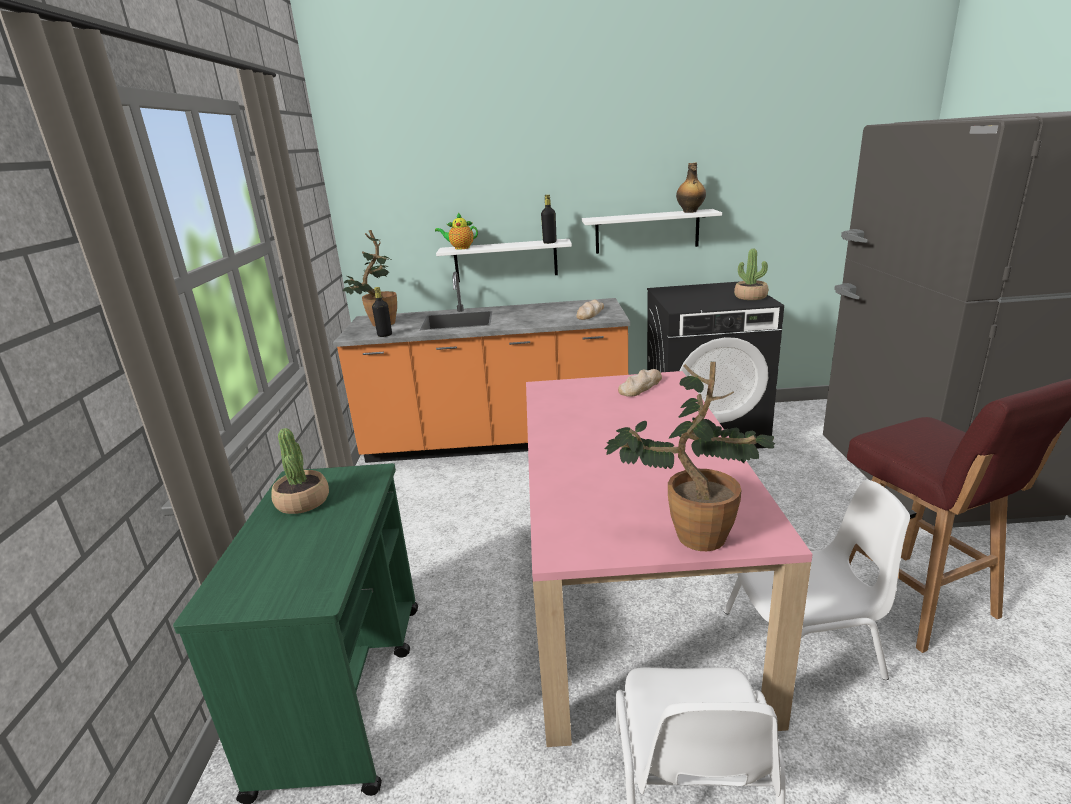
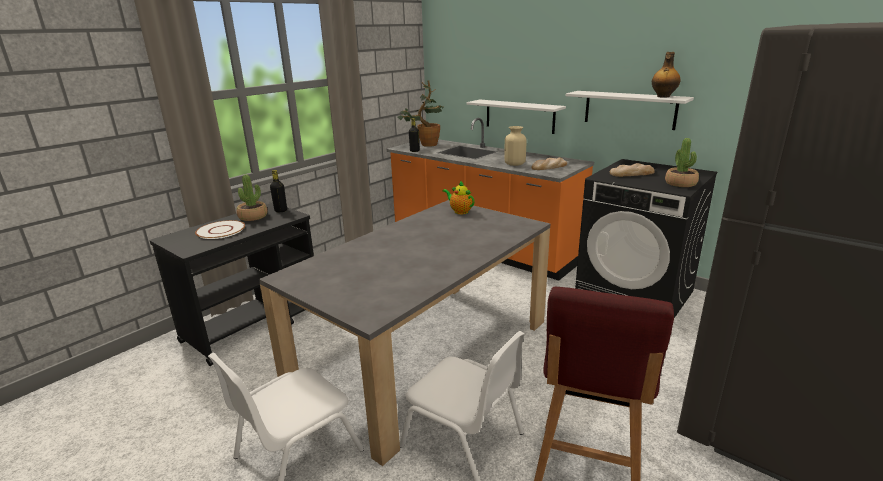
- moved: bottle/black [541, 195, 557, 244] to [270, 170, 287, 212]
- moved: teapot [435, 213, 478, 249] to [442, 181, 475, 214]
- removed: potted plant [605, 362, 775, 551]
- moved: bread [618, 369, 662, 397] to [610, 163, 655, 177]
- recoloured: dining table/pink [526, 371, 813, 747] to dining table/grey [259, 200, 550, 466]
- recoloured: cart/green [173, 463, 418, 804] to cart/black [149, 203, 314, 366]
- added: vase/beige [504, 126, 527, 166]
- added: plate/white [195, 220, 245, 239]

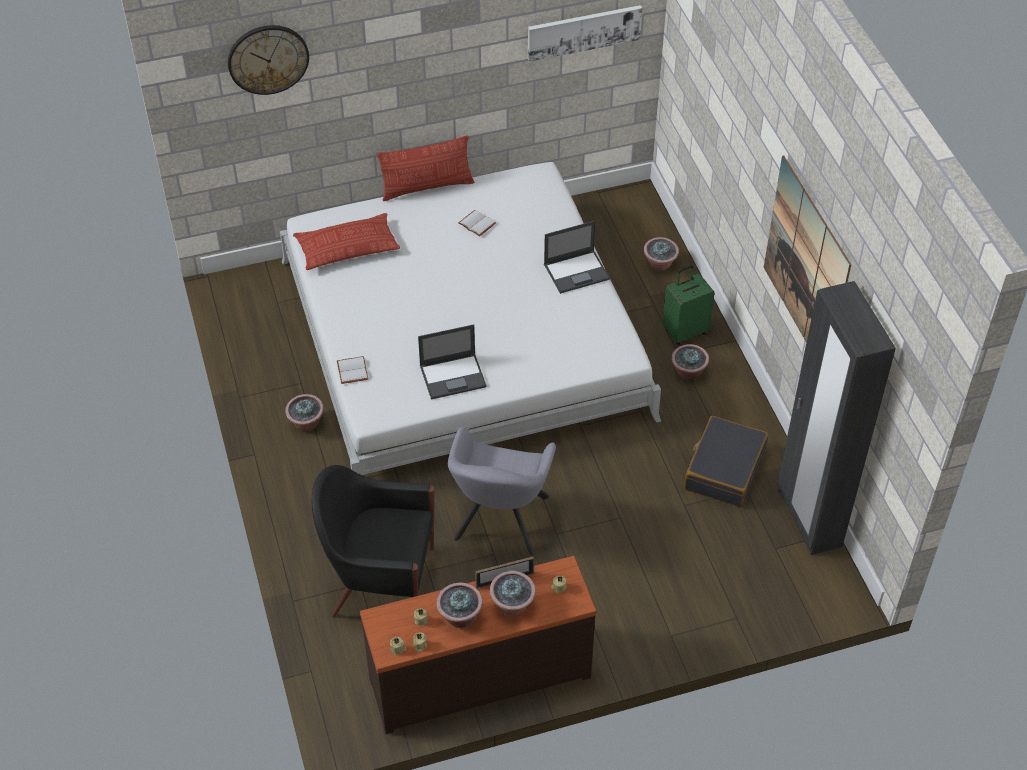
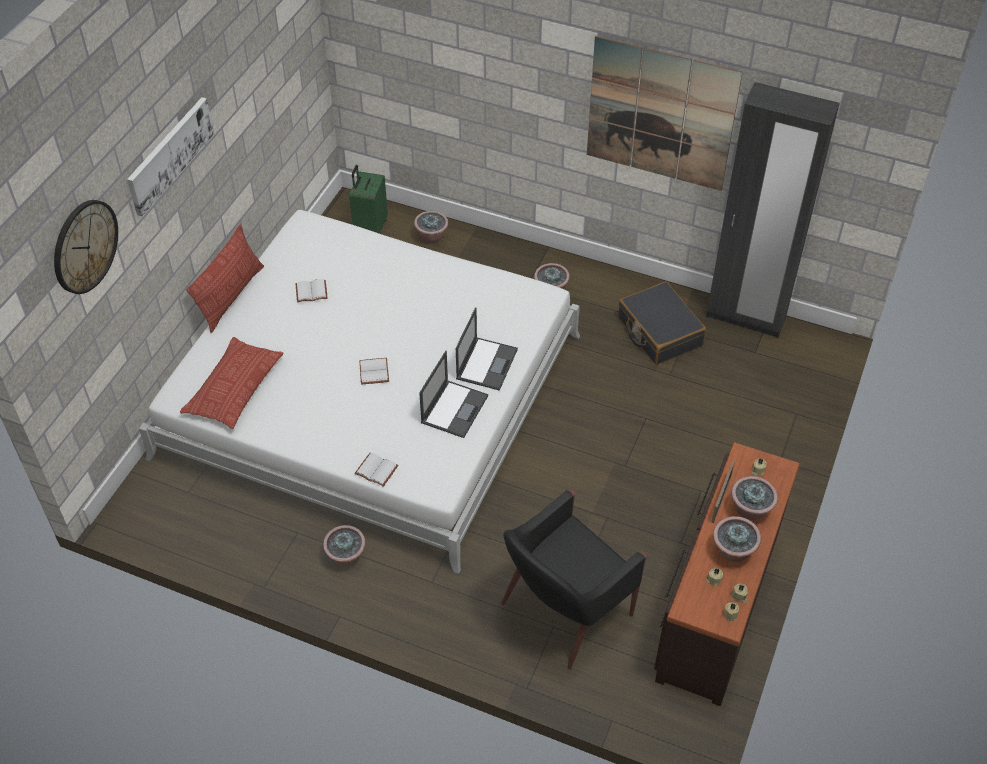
- moved: picture [528, 5, 642, 62] to [127, 97, 214, 216]
- moved: laptop [544, 221, 610, 294] to [456, 307, 518, 391]
- moved: suitcase/green [662, 265, 715, 345] to [349, 165, 388, 234]
- removed: armchair/grey [448, 427, 556, 555]
- added: book/white [359, 358, 389, 385]

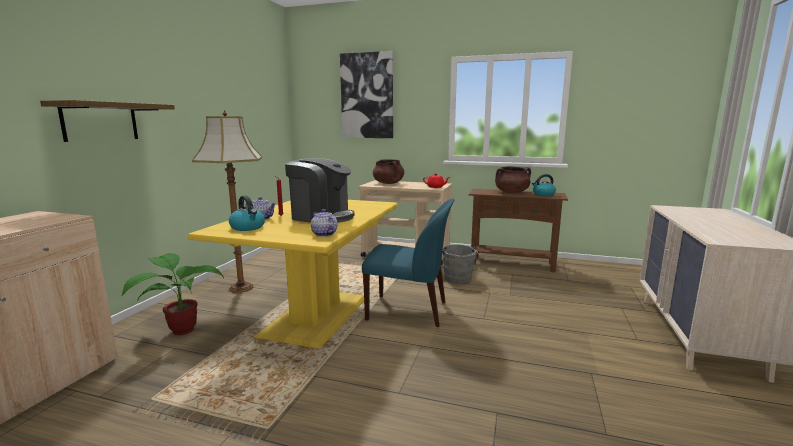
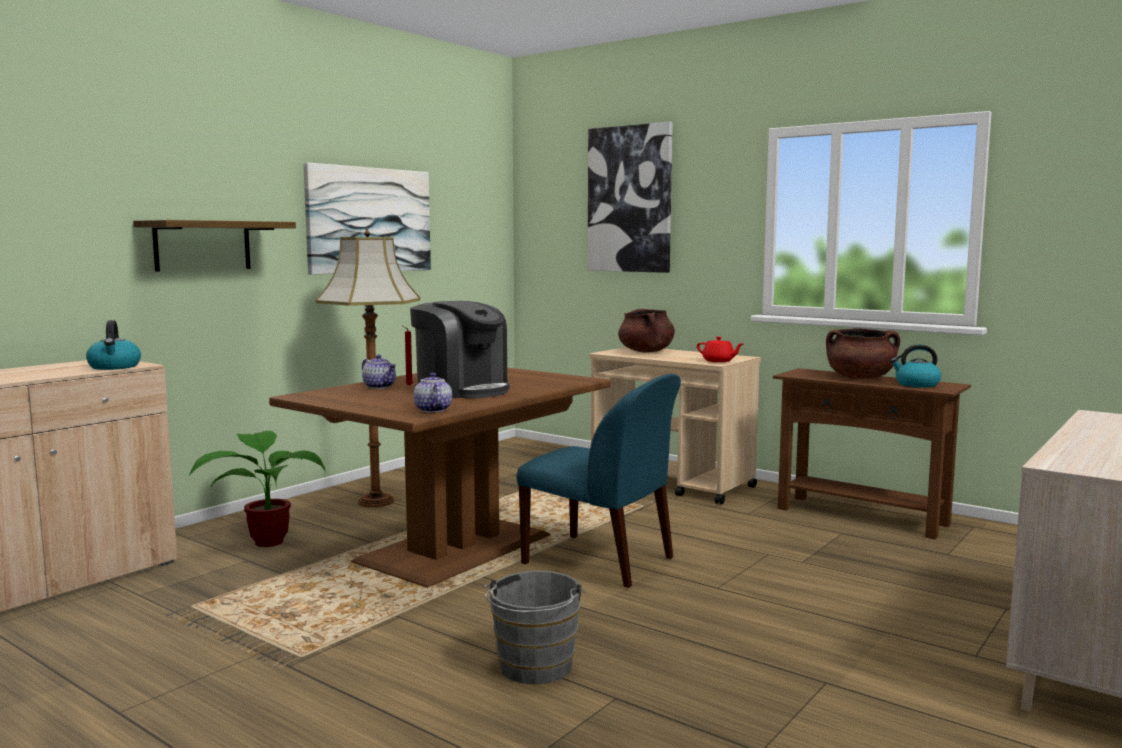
- moved: kettle [229, 195, 265, 231] to [86, 320, 141, 370]
- recoloured: dining table/yellow [188, 200, 398, 349] to dining table/brown [269, 368, 611, 588]
- moved: bucket/grey [442, 245, 478, 284] to [483, 571, 585, 685]
- added: picture [303, 162, 431, 275]

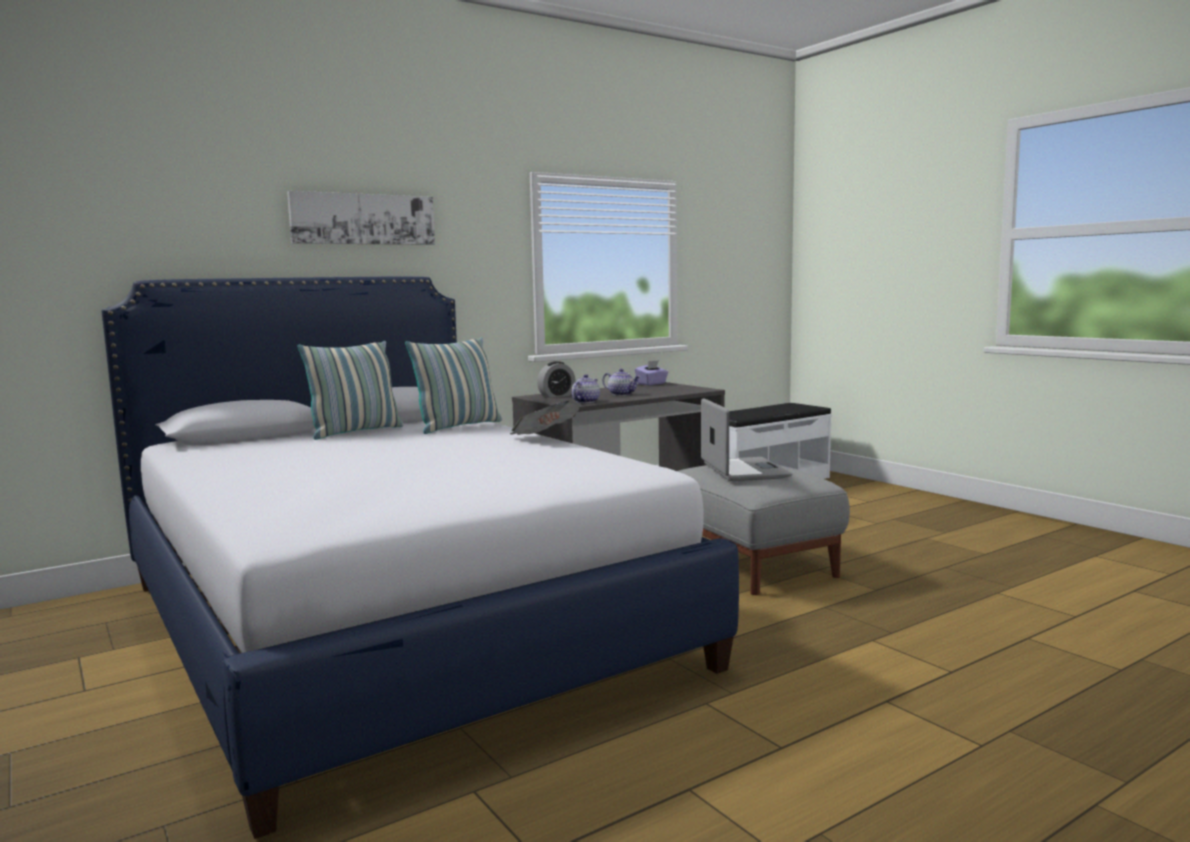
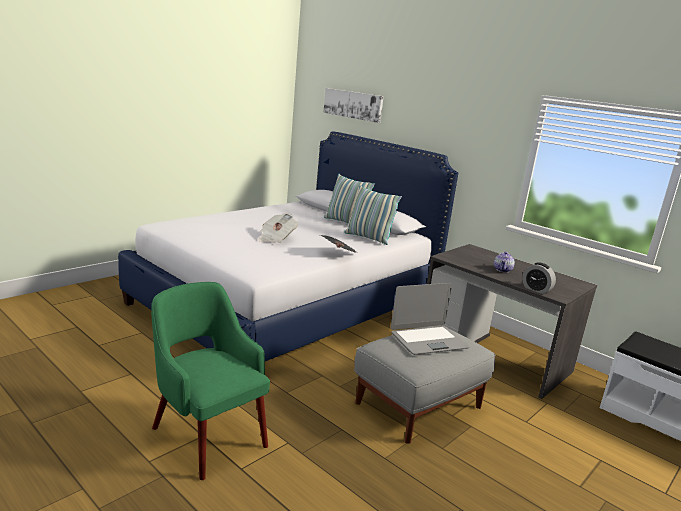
- moved: picture [287, 191, 435, 245] to [323, 88, 384, 123]
- removed: tissue box/purple [635, 360, 668, 385]
- moved: alarm clock [537, 361, 576, 398] to [522, 262, 556, 294]
- removed: teapot [572, 374, 600, 403]
- added: newspaper [258, 213, 298, 243]
- added: armchair/green [151, 282, 270, 480]

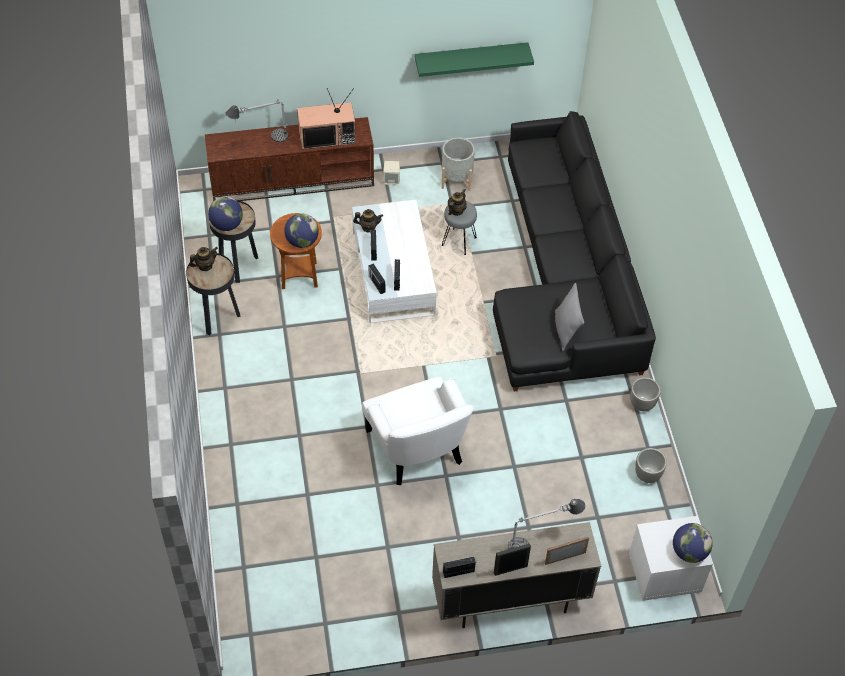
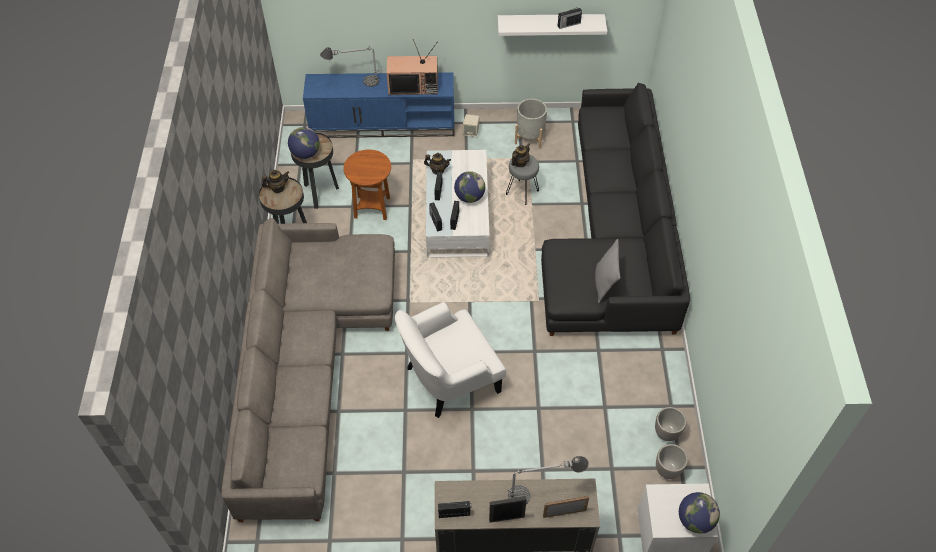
- recoloured: shelf/green [415, 42, 534, 77] to shelf/white [497, 14, 607, 36]
- recoloured: tv stand/brown [205, 117, 374, 201] to tv stand/blue [303, 72, 455, 138]
- moved: globe [284, 213, 319, 248] to [454, 171, 485, 203]
- turned: armchair/white [362, 376, 474, 485] = [395, 301, 506, 418] 75 degrees clockwise
- moved: planter [630, 377, 661, 411] to [656, 444, 688, 479]
- added: radio [558, 6, 582, 29]
- added: sofa/grey [221, 218, 395, 522]

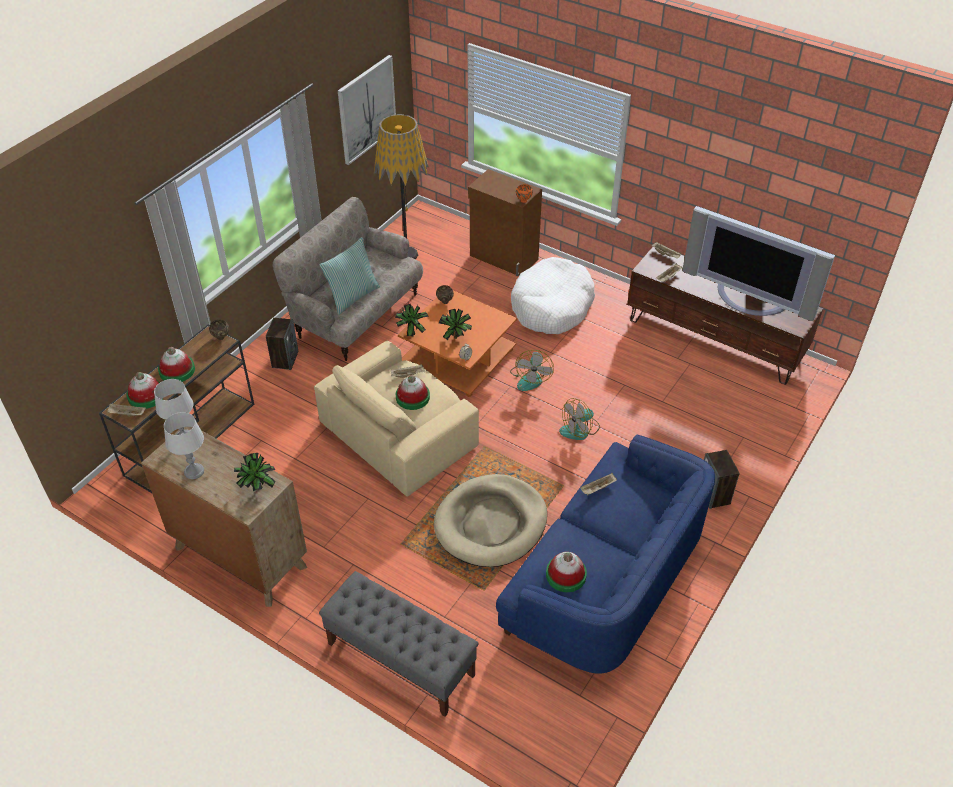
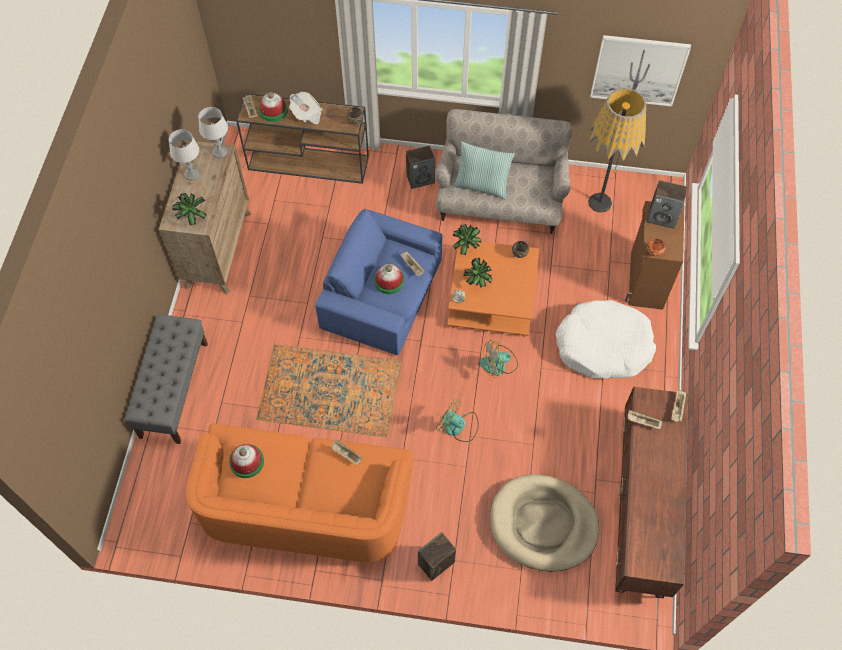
- removed: television [682, 206, 835, 321]
- recoloured: armchair/beige [314, 340, 479, 497] to armchair/blue [315, 209, 442, 355]
- replaced: hat [158, 347, 195, 382] to newspaper [289, 92, 323, 124]
- recoloured: sofa/blue [496, 435, 715, 674] to sofa/orange [186, 423, 413, 562]
- moved: dog bed/beige [434, 474, 547, 567] to [491, 474, 599, 572]
- added: speaker [647, 180, 687, 229]

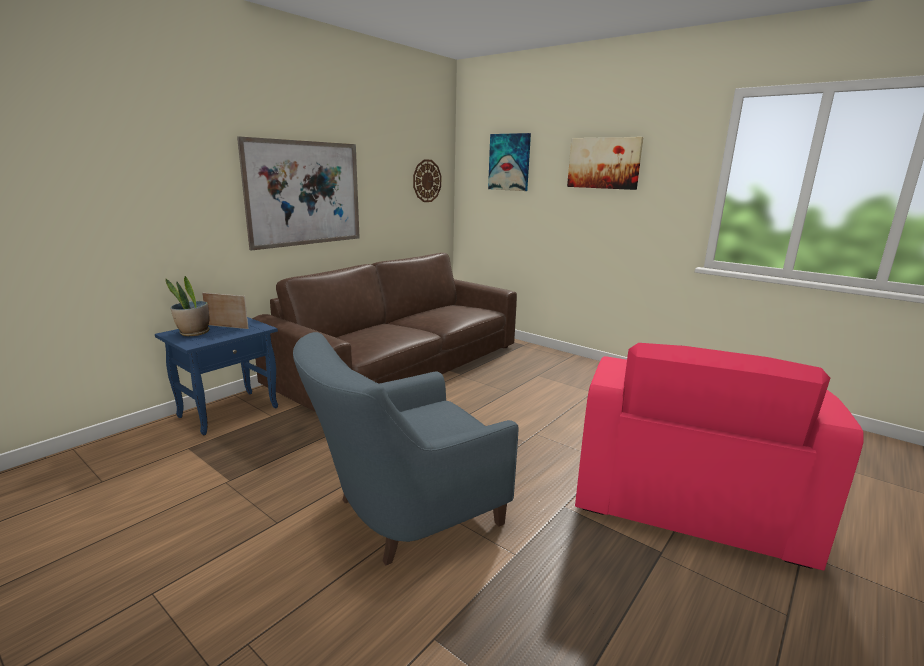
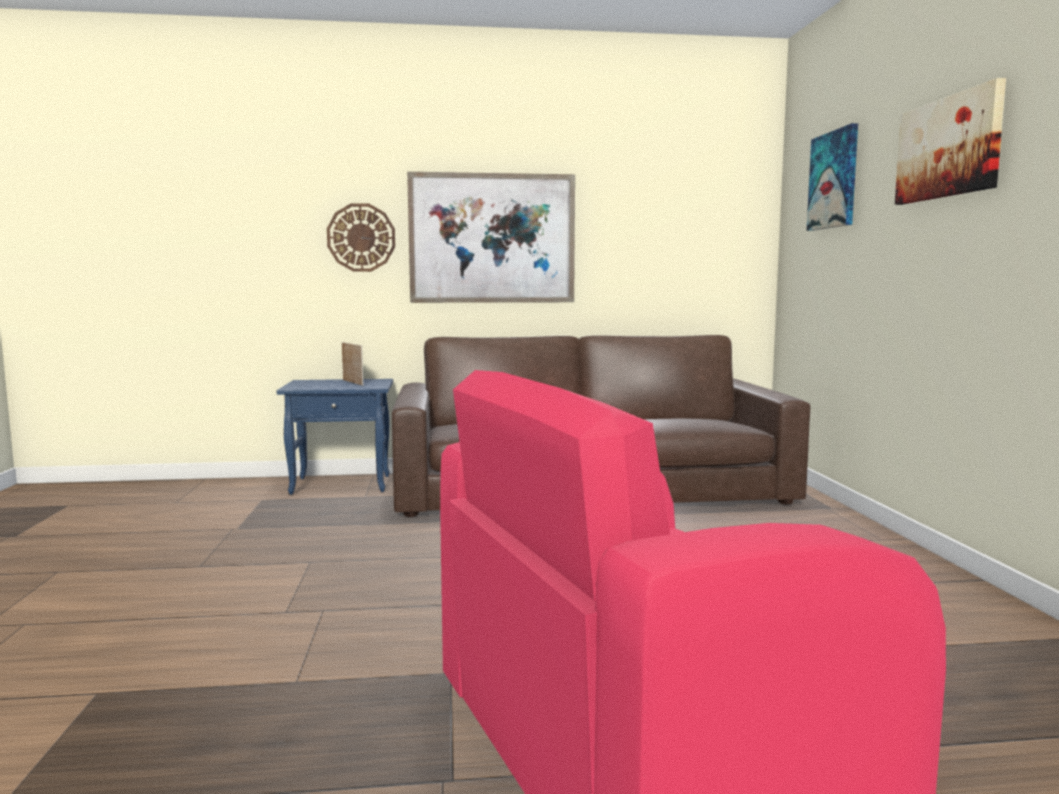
- moved: wall clock [413, 159, 441, 202] to [327, 203, 395, 272]
- removed: potted plant [165, 276, 210, 336]
- removed: armchair/blue [293, 332, 519, 565]

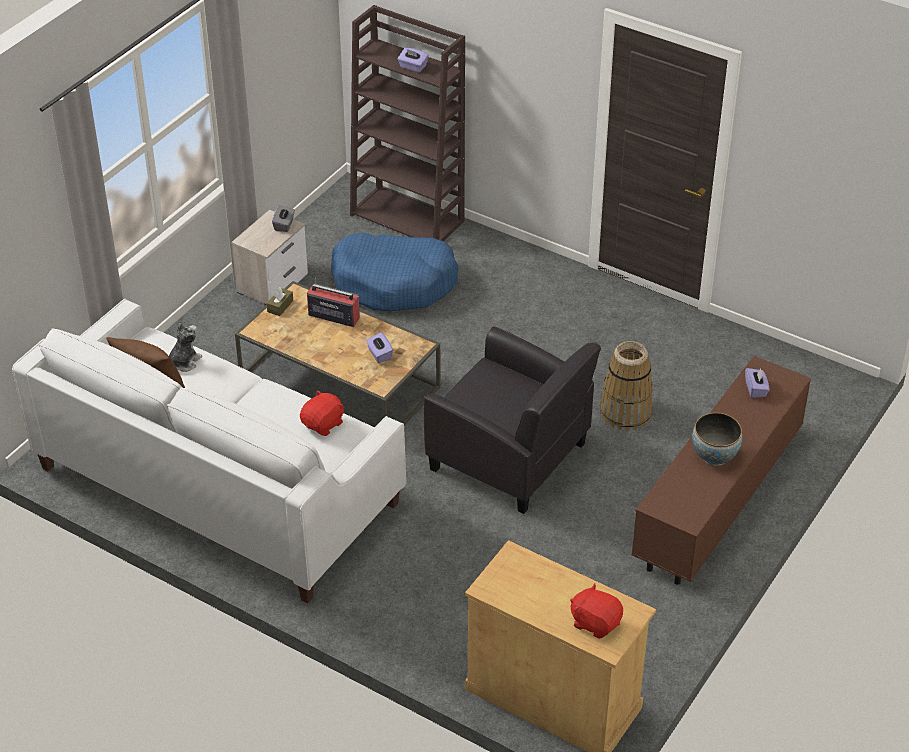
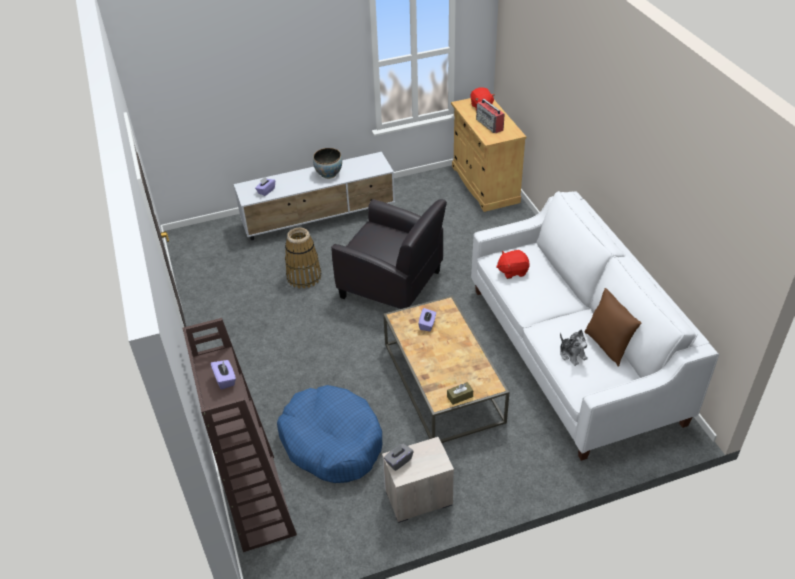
- moved: radio [307, 277, 360, 327] to [476, 99, 505, 133]
- turned: plush toy [169, 323, 202, 372] = [560, 329, 588, 366] 105 degrees counterclockwise
- turned: armchair/black [424, 326, 601, 514] = [331, 199, 447, 309] 135 degrees clockwise
- recoloured: tv stand/brown [631, 356, 811, 585] to tv stand/white [234, 152, 395, 240]

